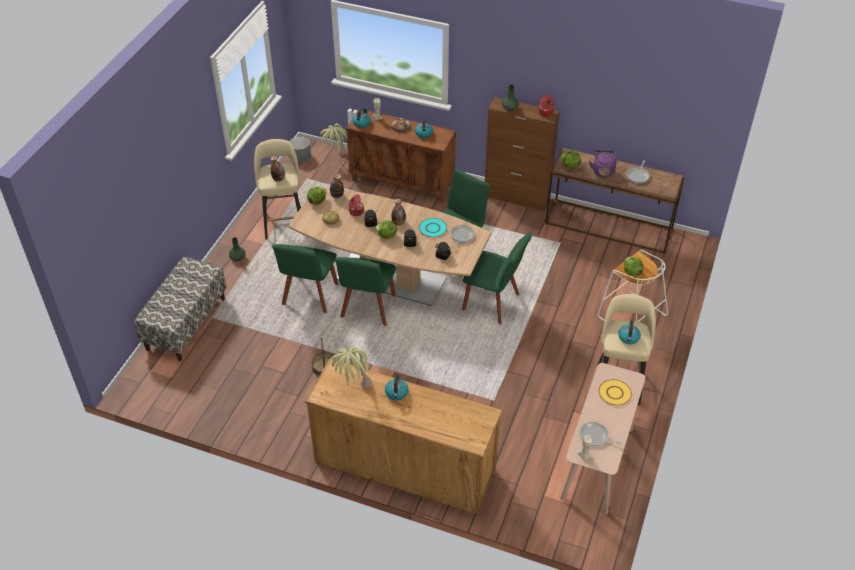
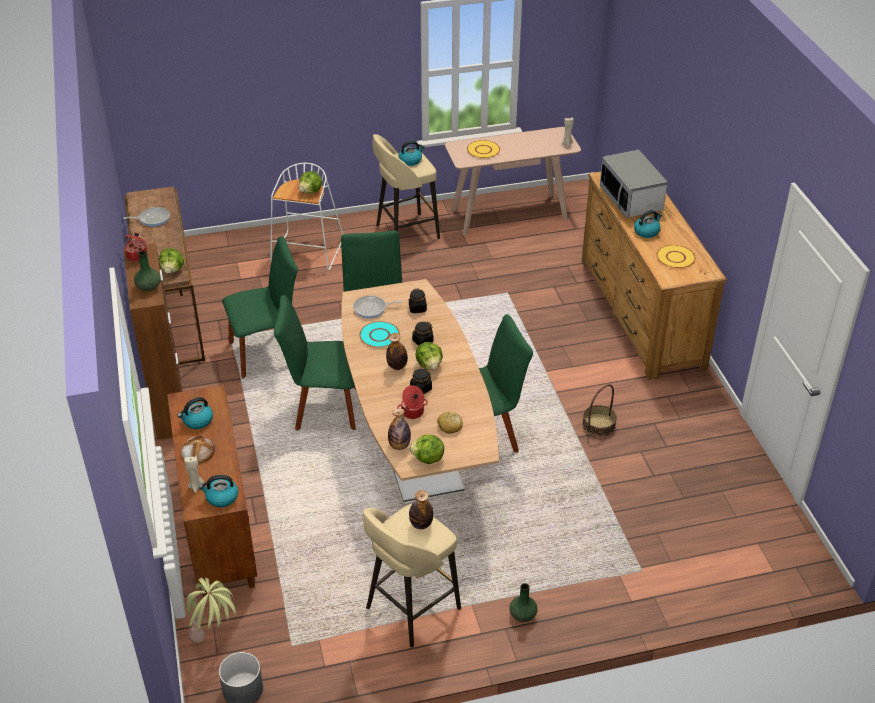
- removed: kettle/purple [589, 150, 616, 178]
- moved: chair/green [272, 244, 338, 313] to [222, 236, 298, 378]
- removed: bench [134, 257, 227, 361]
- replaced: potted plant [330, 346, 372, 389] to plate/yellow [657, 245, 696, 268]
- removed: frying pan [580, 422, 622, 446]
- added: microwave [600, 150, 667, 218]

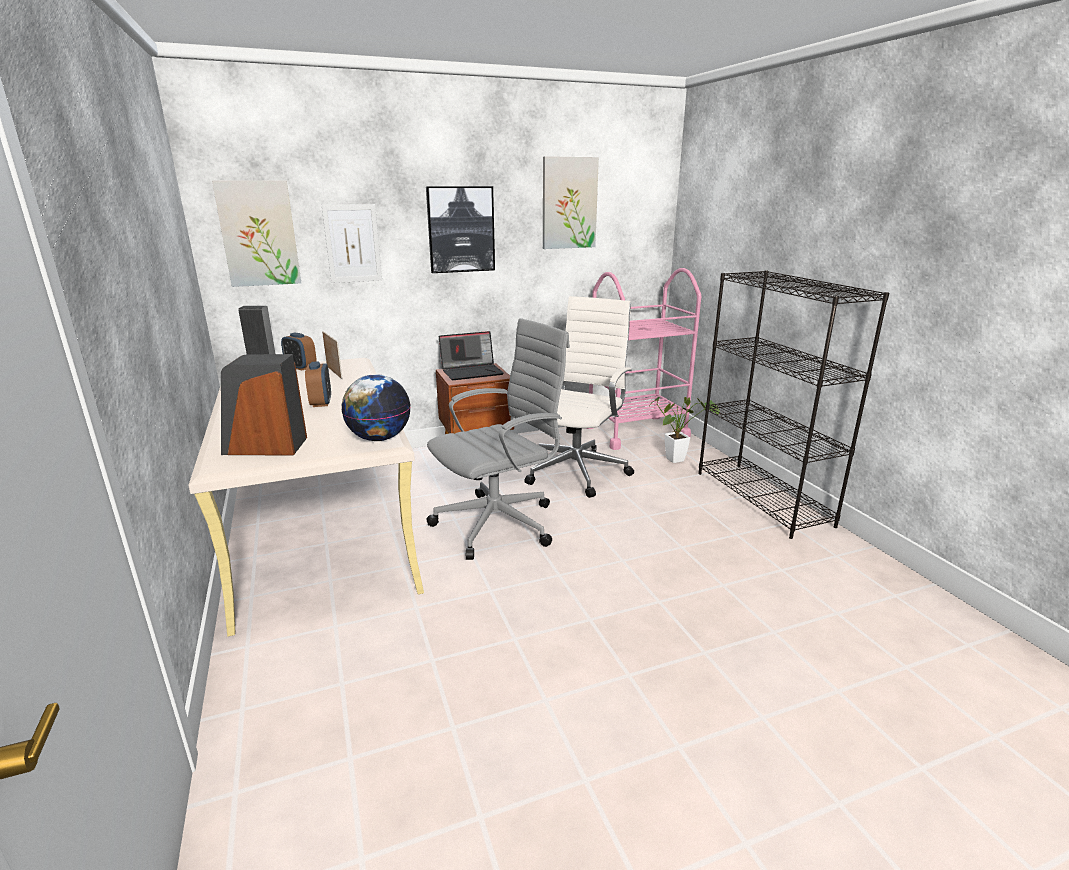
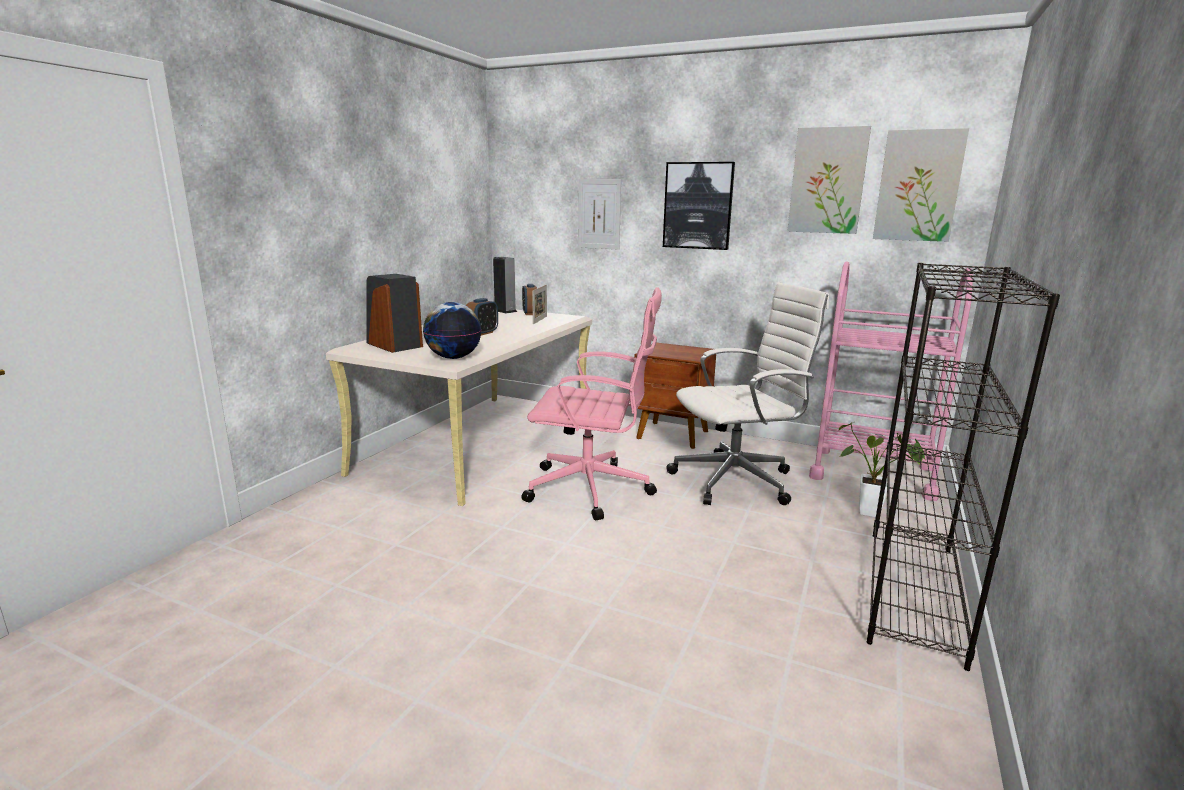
- moved: picture [212, 180, 301, 287] to [873, 128, 969, 242]
- recoloured: office chair/grey [427, 318, 570, 560] to office chair/pink [521, 287, 662, 521]
- removed: laptop [439, 331, 504, 380]

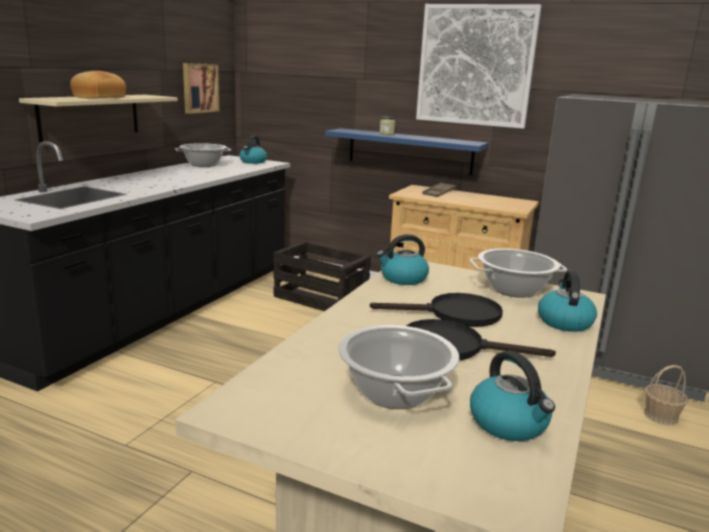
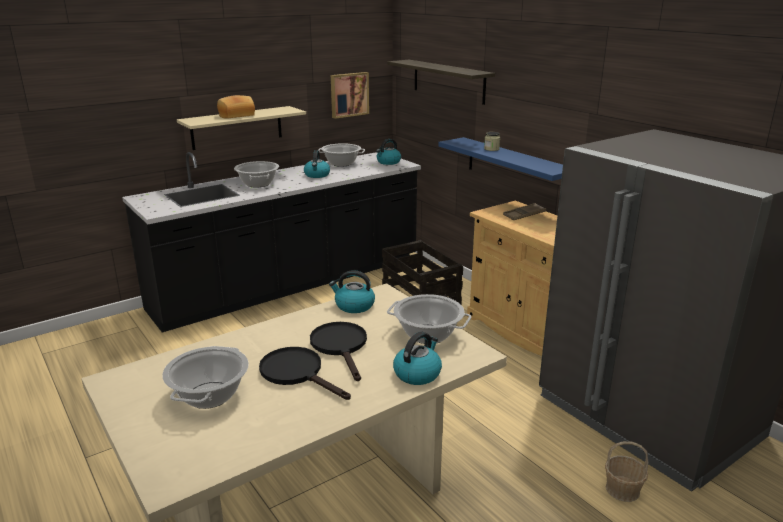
- removed: picture [416, 4, 542, 129]
- turned: frying pan/black [370, 293, 503, 327] = [310, 322, 367, 381] 135 degrees counterclockwise
- moved: kettle [470, 351, 555, 441] to [304, 150, 330, 178]
- added: shelf [387, 60, 495, 105]
- added: cooking pot [234, 161, 279, 187]

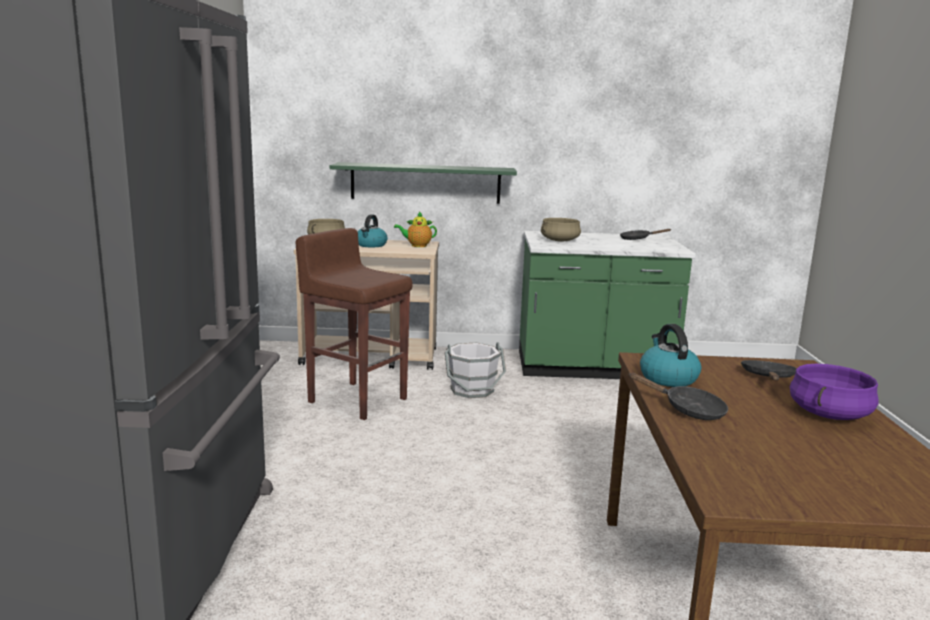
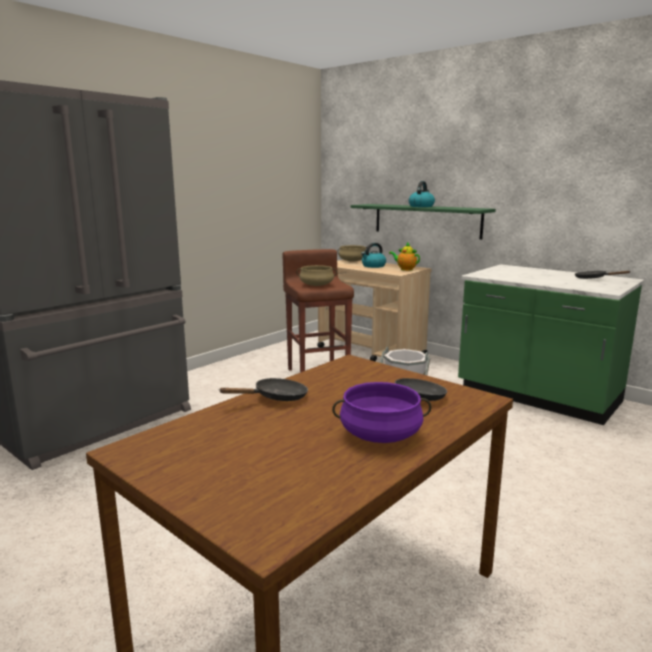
- moved: cooking pot/beige [541, 218, 581, 242] to [296, 265, 337, 286]
- moved: kettle [640, 324, 701, 387] to [409, 181, 435, 207]
- turned: frying pan/black [629, 373, 728, 420] = [219, 378, 308, 401] 105 degrees counterclockwise

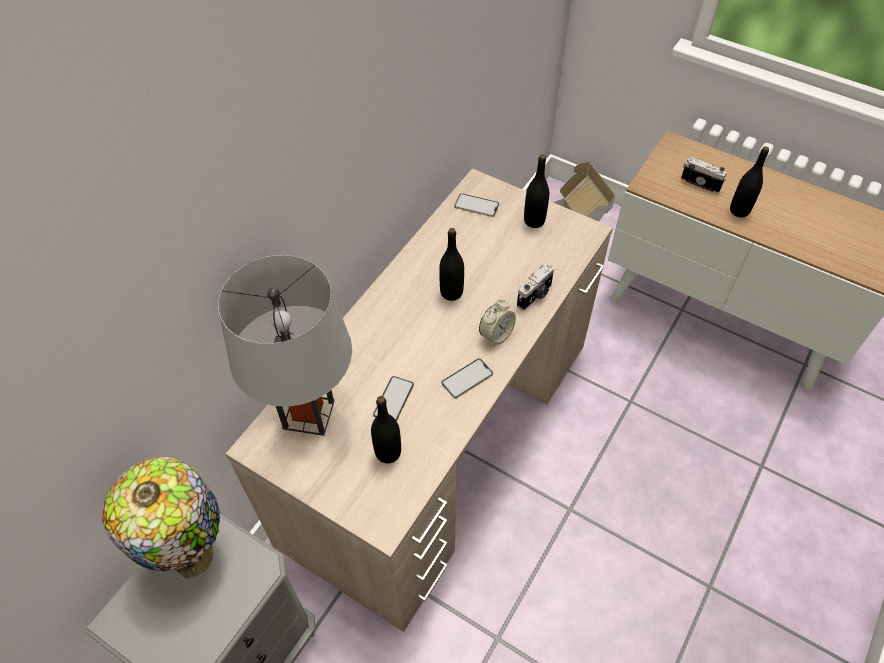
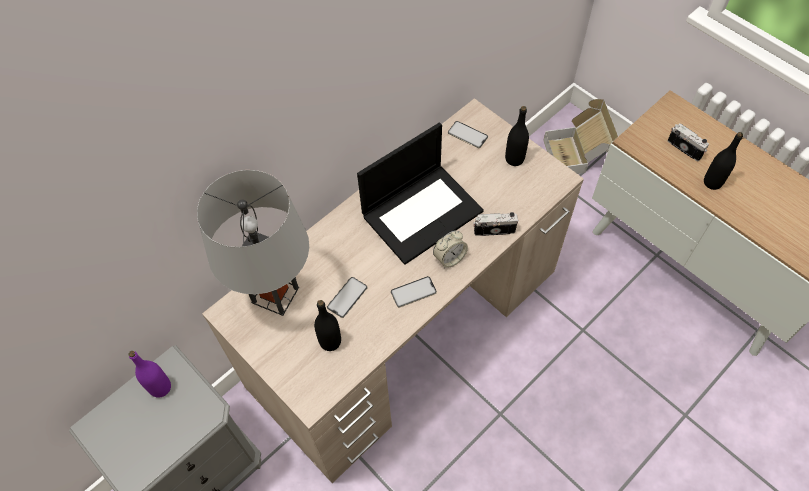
- replaced: bottle/black [439, 228, 464, 301] to laptop [357, 122, 484, 265]
- turned: photo camera [517, 264, 554, 311] = [473, 212, 519, 236] 150 degrees counterclockwise
- replaced: table lamp [102, 457, 220, 579] to bottle/purple [129, 351, 171, 398]

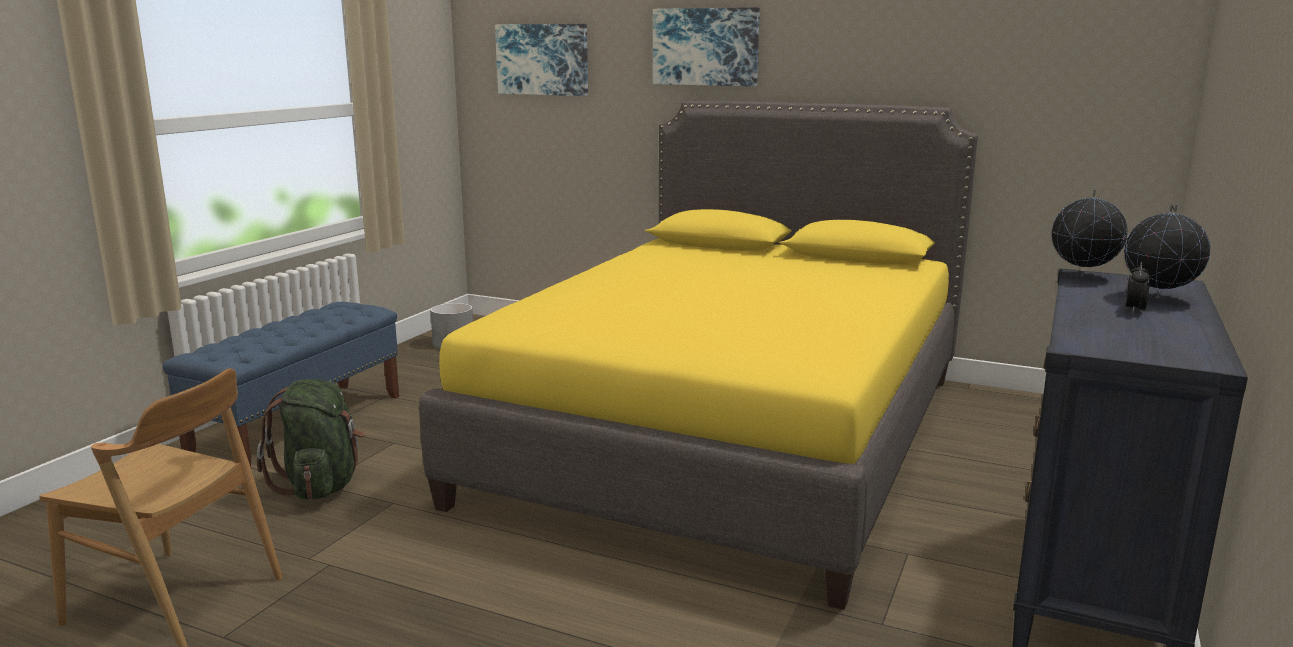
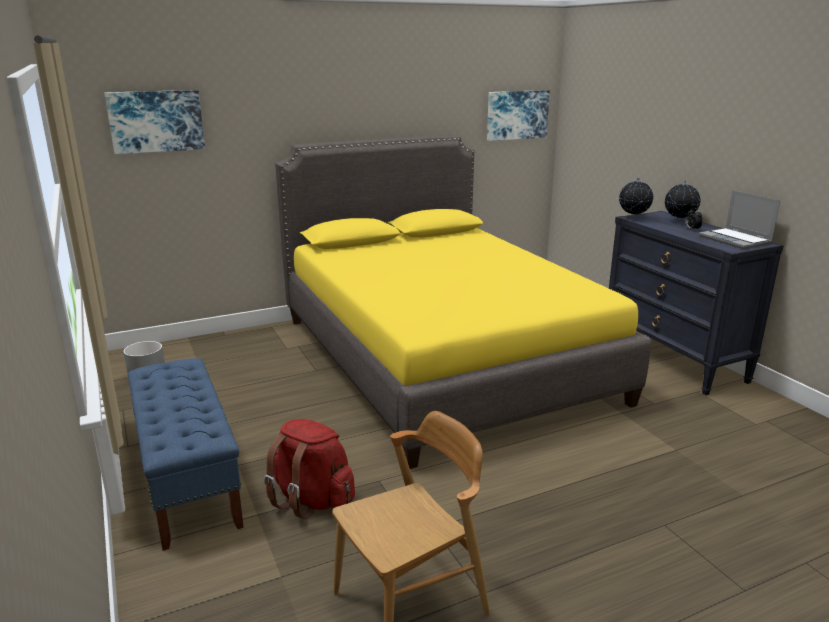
- moved: picture [653, 7, 760, 86] to [487, 90, 550, 141]
- recoloured: backpack/green [257, 379, 365, 500] to backpack/red [264, 419, 355, 519]
- added: laptop [699, 190, 780, 249]

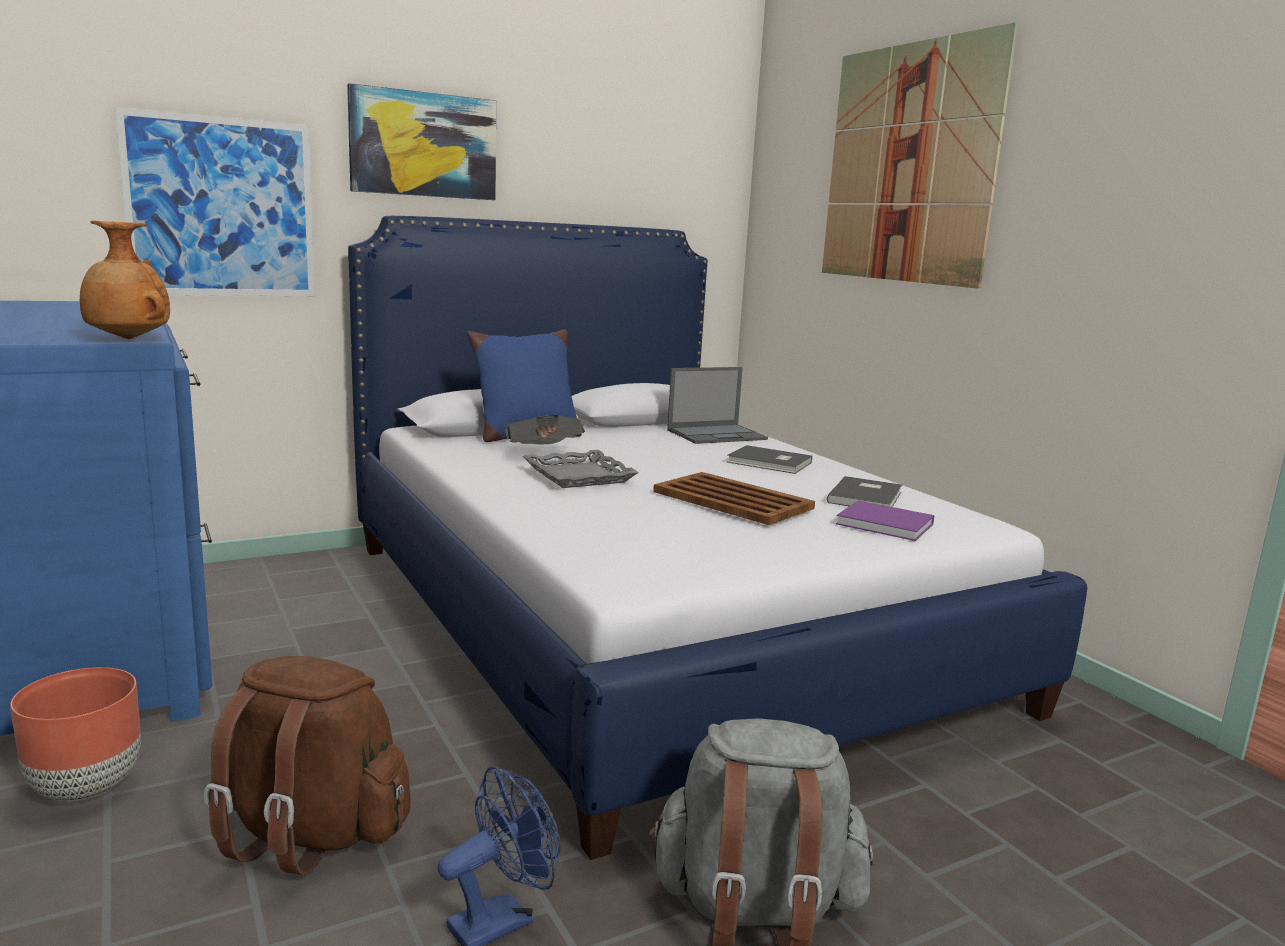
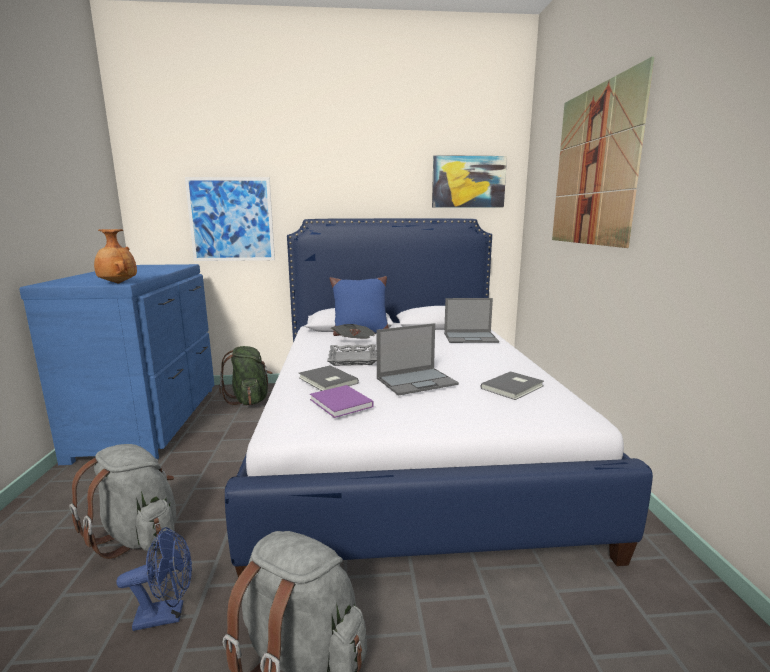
- moved: picture [347, 83, 496, 200] to [432, 155, 507, 207]
- moved: book/grey [727, 445, 812, 474] to [299, 365, 359, 391]
- replaced: tray/brown [653, 472, 815, 525] to laptop [376, 323, 459, 396]
- moved: book/purple [836, 500, 935, 541] to [310, 385, 374, 418]
- recoloured: backpack/brown [204, 656, 411, 875] to backpack/grey [69, 444, 176, 559]
- removed: planter/brown [10, 667, 141, 801]
- added: backpack/green [219, 346, 272, 405]

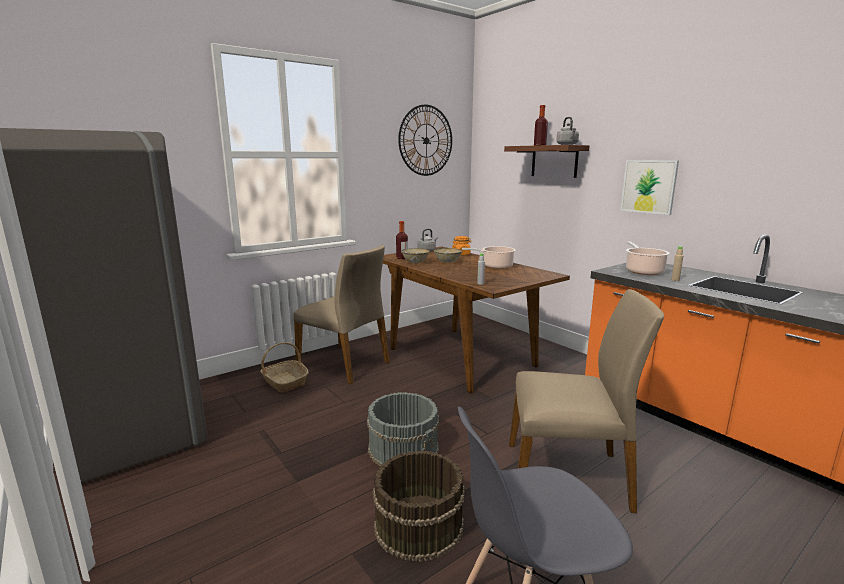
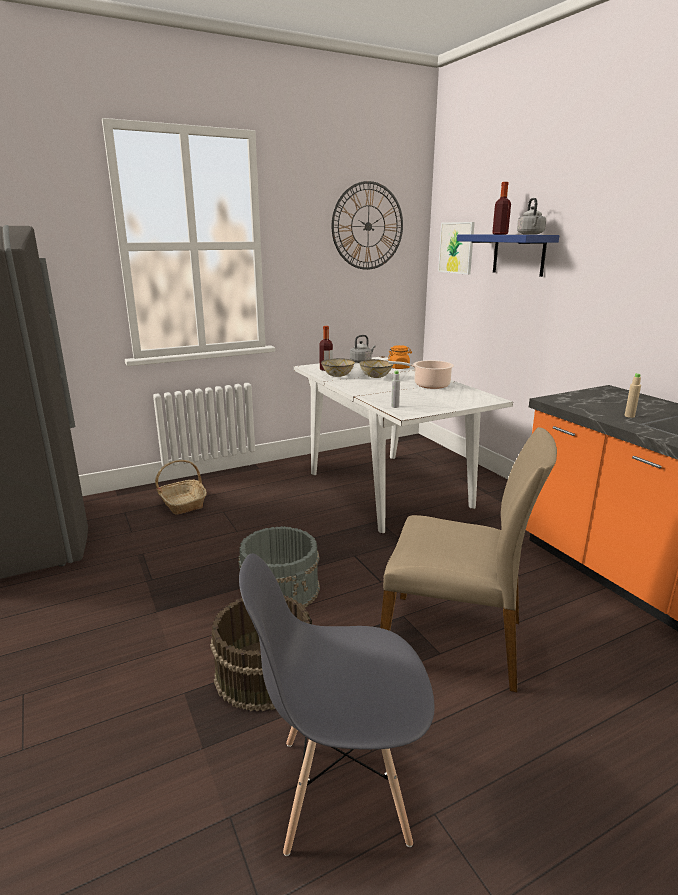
- recoloured: shelf/brown [504, 145, 590, 178] to shelf/blue [457, 235, 559, 277]
- moved: picture [620, 160, 679, 215] to [438, 222, 475, 275]
- removed: cooking pot [626, 242, 670, 275]
- removed: chair/beige [294, 245, 390, 384]
- recoloured: dining table/brown [383, 247, 570, 393] to dining table/white [293, 356, 513, 534]

